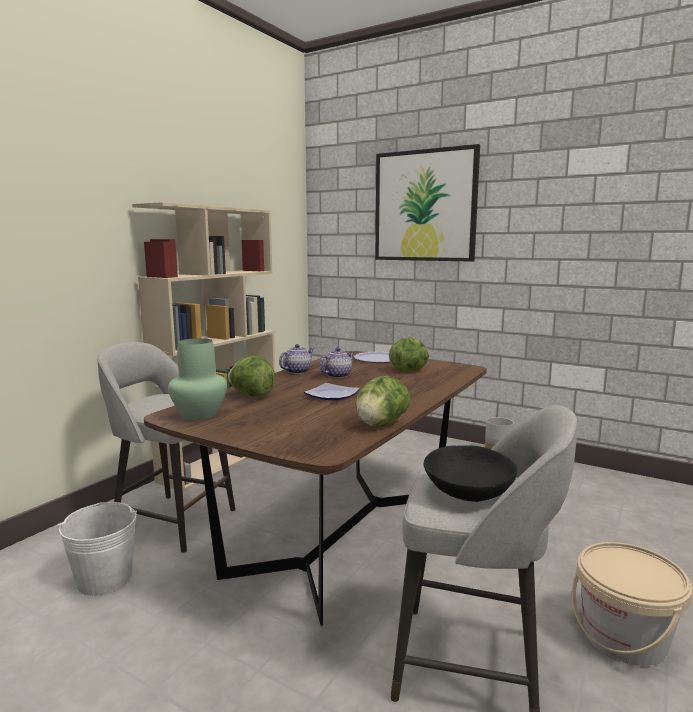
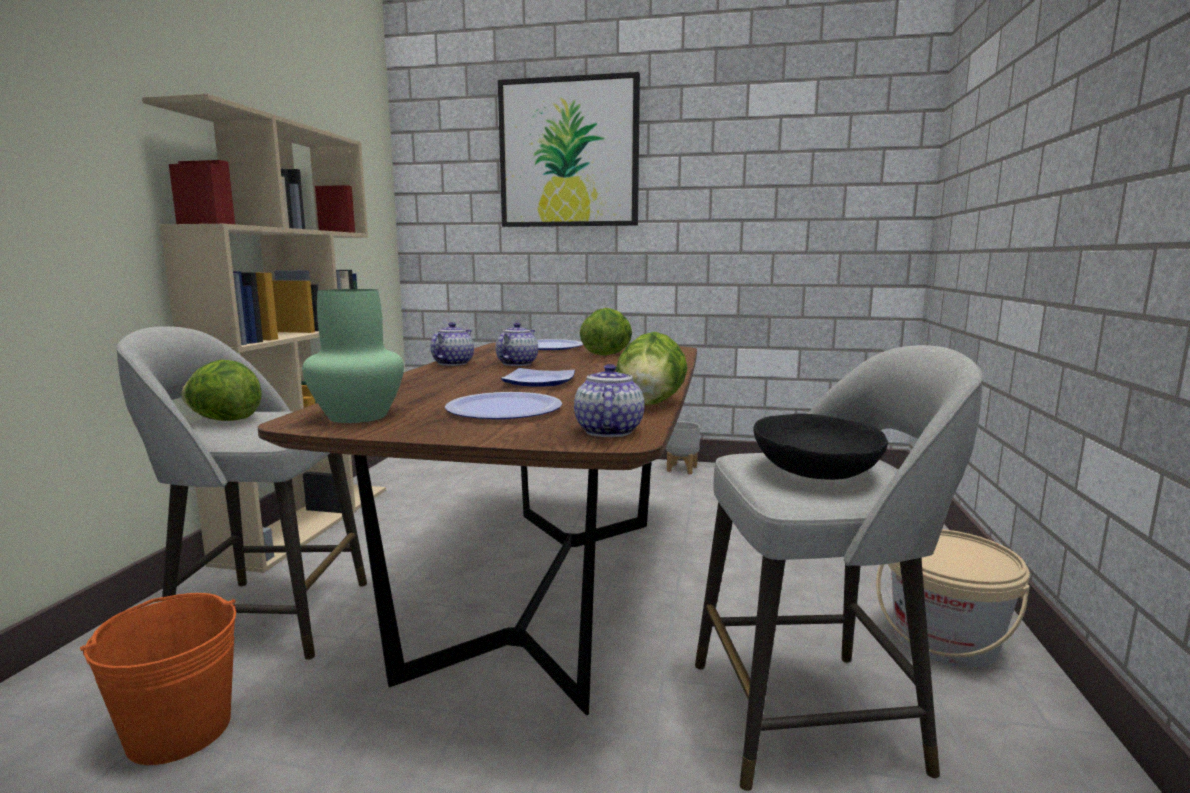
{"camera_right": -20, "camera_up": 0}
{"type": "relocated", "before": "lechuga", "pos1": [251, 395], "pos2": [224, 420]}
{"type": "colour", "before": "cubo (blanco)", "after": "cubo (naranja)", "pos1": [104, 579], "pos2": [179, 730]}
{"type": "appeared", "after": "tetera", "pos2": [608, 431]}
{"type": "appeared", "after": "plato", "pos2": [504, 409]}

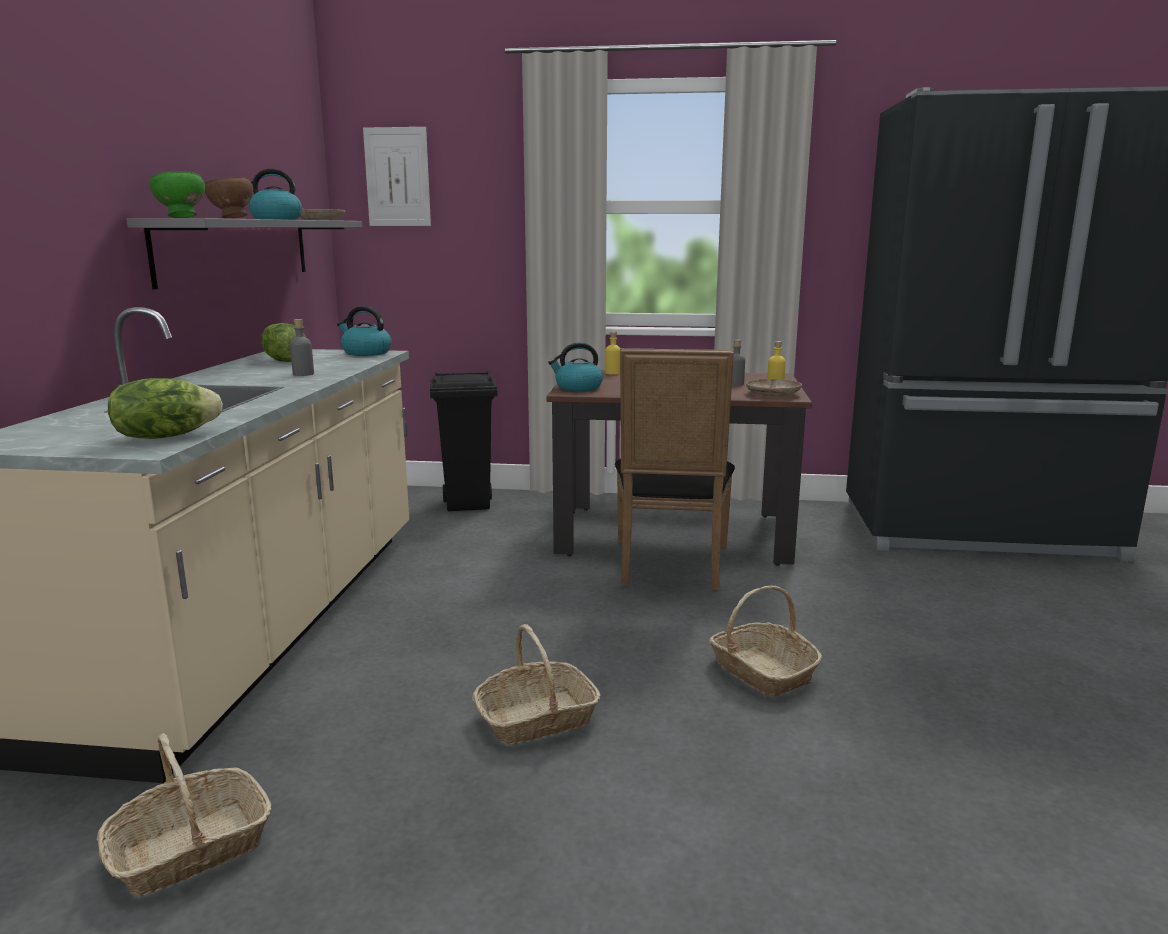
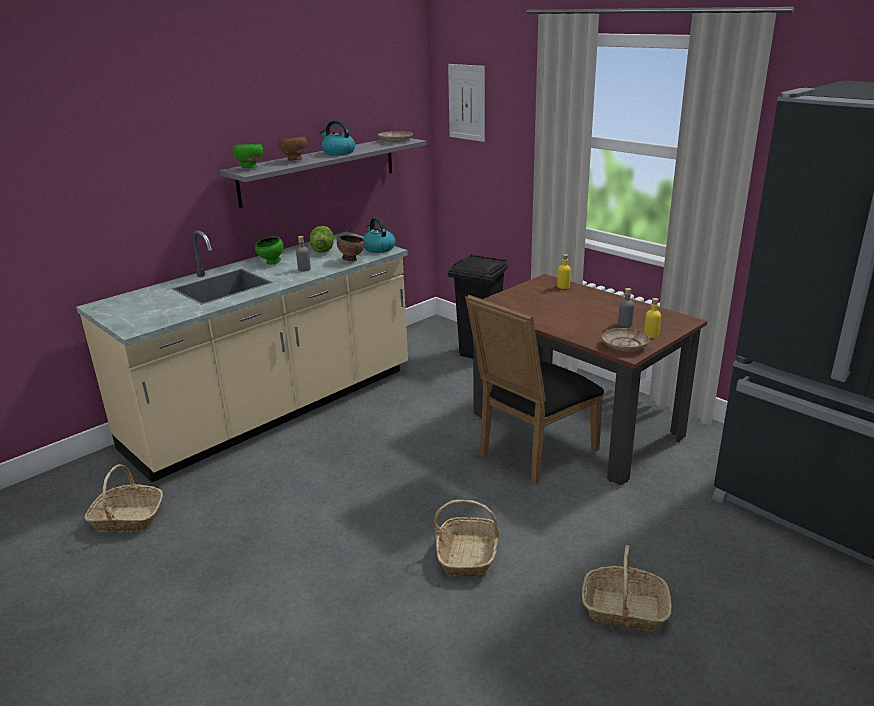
{"camera_right": 40, "camera_up": 10}
{"type": "missing", "before": "hervidor", "pos1": [578, 388]}
{"type": "missing", "before": "lechuga", "pos1": [165, 436]}
{"type": "relocated", "before": "cesta", "pos1": [536, 719], "pos2": [624, 609]}
{"type": "appeared", "after": "cuenco (marrón)", "pos2": [351, 260]}
{"type": "appeared", "after": "cuenco (verde)", "pos2": [272, 263]}

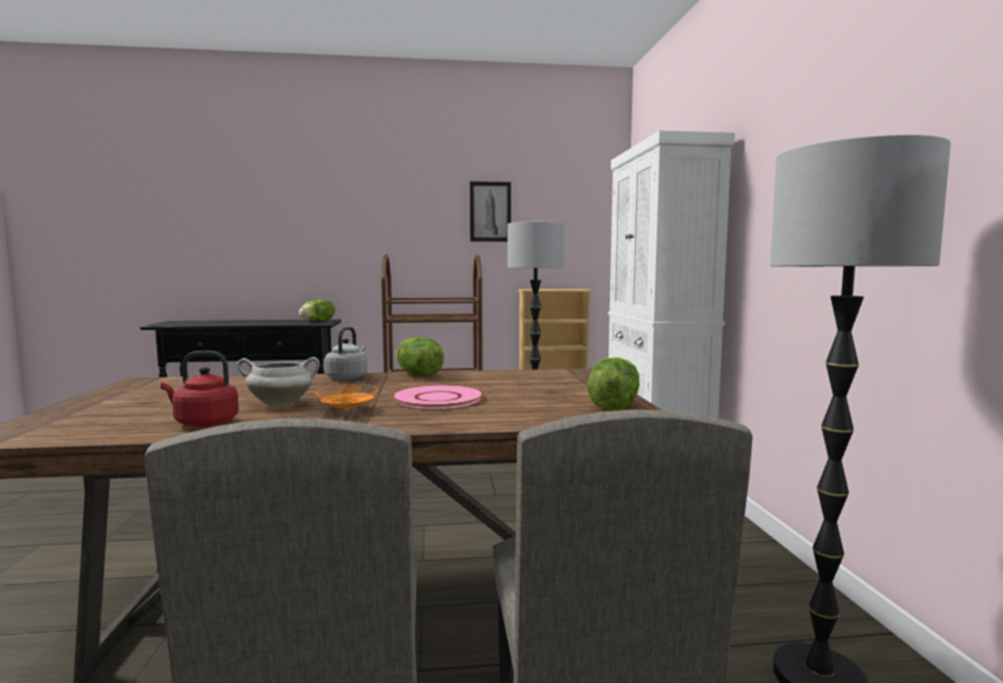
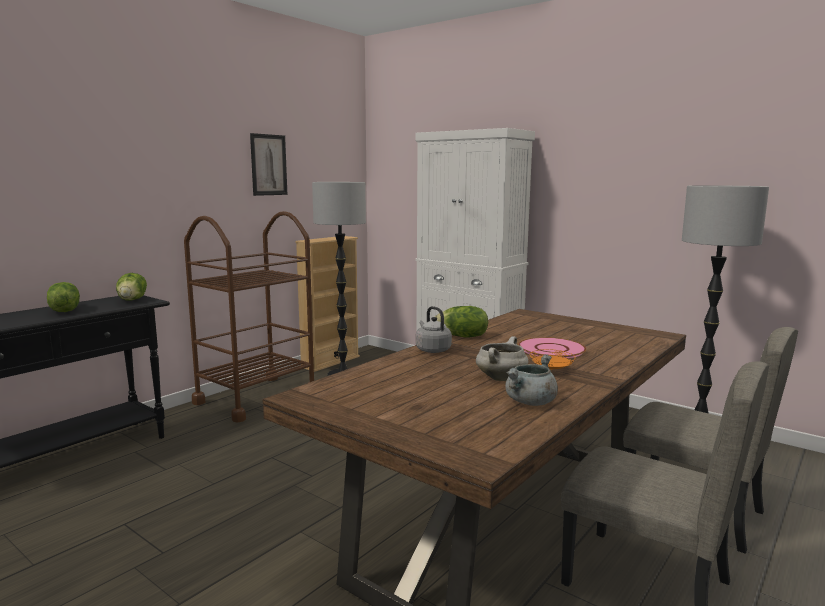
{"camera_right": -45, "camera_up": 5}
{"type": "exchanged", "before": "hervidor (rojo)", "after": "olla (gris)", "pos1": [203, 423], "pos2": [530, 402]}
{"type": "relocated", "before": "lechuga", "pos1": [612, 407], "pos2": [64, 311]}

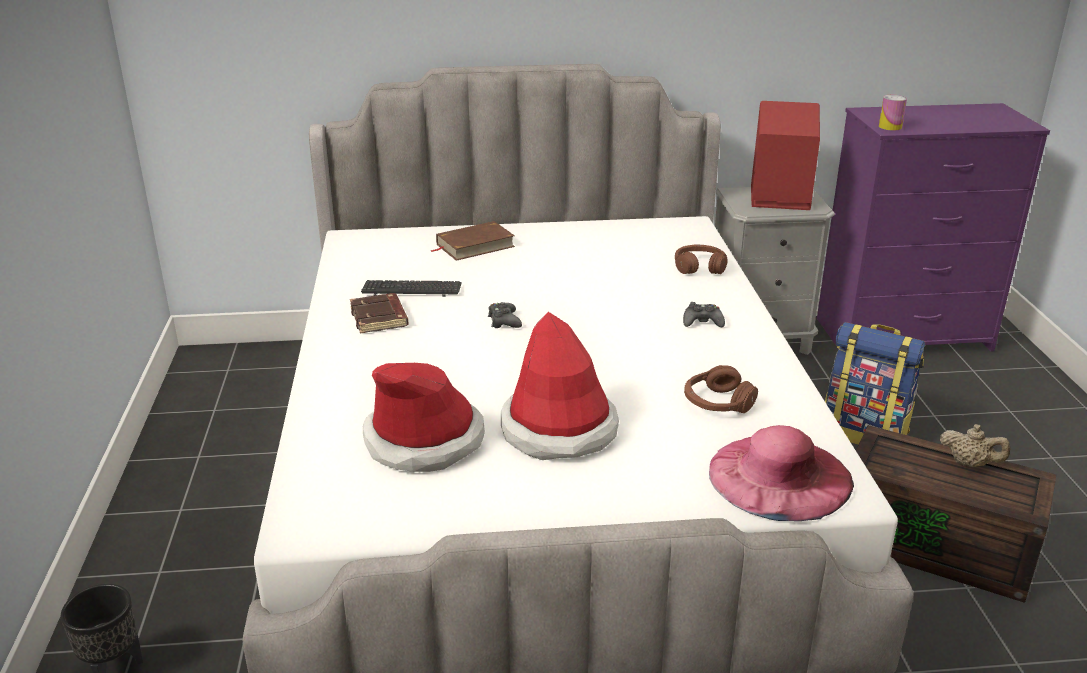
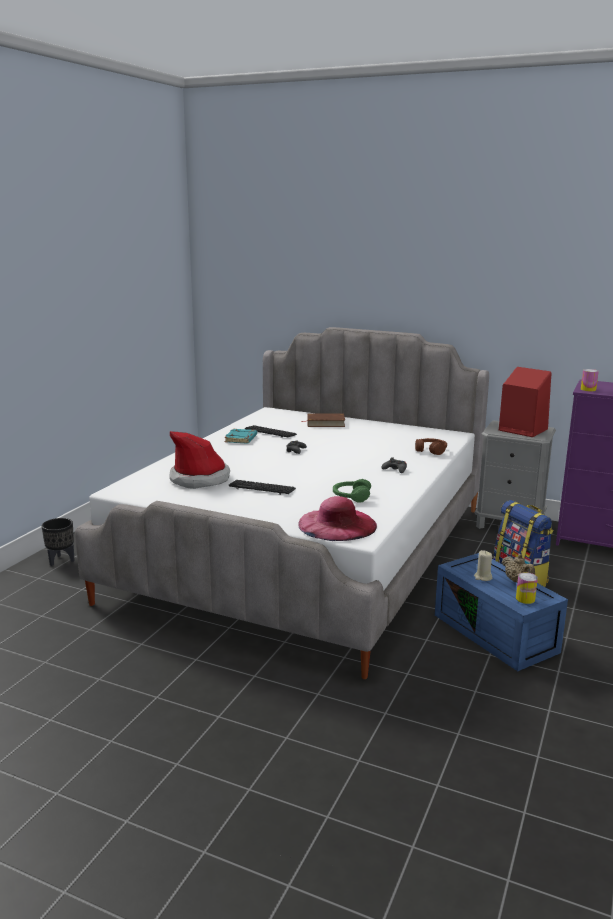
{"camera_right": 30, "camera_up": -10}
{"type": "colour", "before": "libro (marrón)", "after": "libro (turquesa)", "pos1": [380, 318], "pos2": [241, 439]}
{"type": "exchanged", "before": "sombrero", "after": "teclado", "pos1": [559, 429], "pos2": [262, 488]}
{"type": "colour", "before": "auriculares (marrón)", "after": "auriculares (verde)", "pos1": [717, 403], "pos2": [351, 497]}
{"type": "colour", "before": "caja de almacenaje (marrón)", "after": "caja de almacenaje (azul)", "pos1": [937, 544], "pos2": [497, 633]}
{"type": "appeared", "after": "vela (beis)", "pos2": [483, 577]}
{"type": "appeared", "after": "lata", "pos2": [525, 599]}

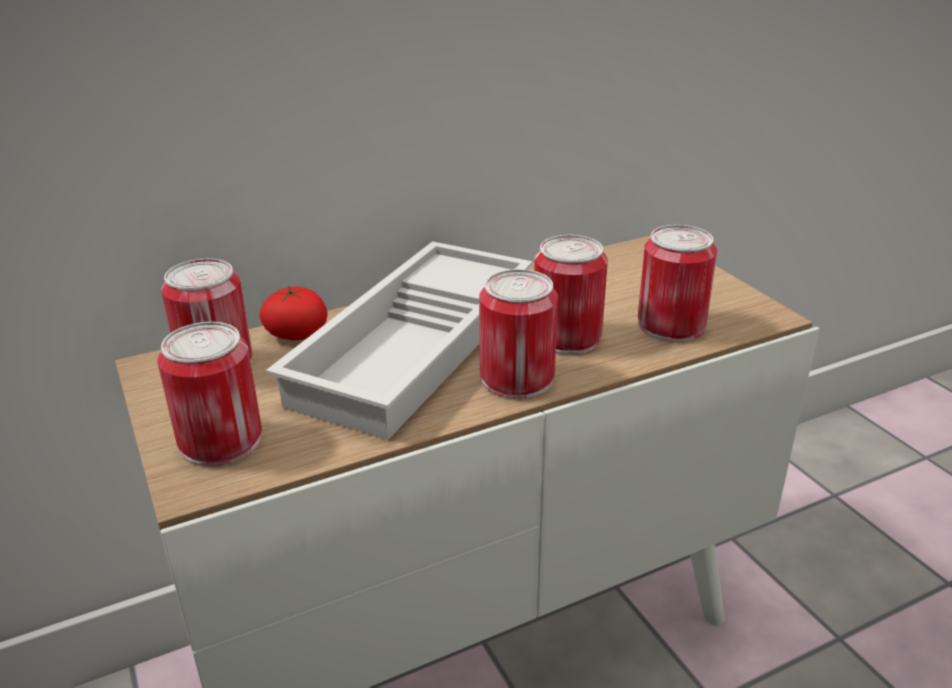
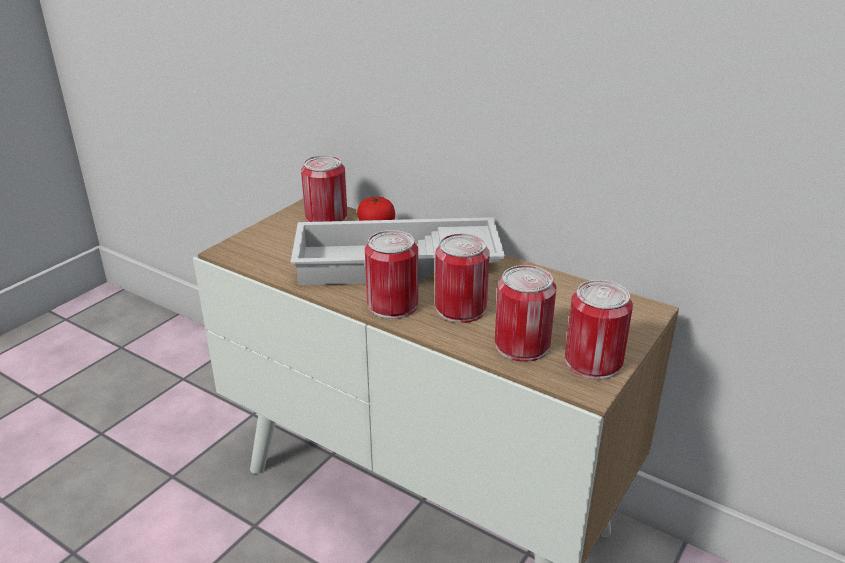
{"camera_right": 60, "camera_up": 0}
{"type": "relocated", "before": "lata", "pos1": [221, 441], "pos2": [593, 362]}

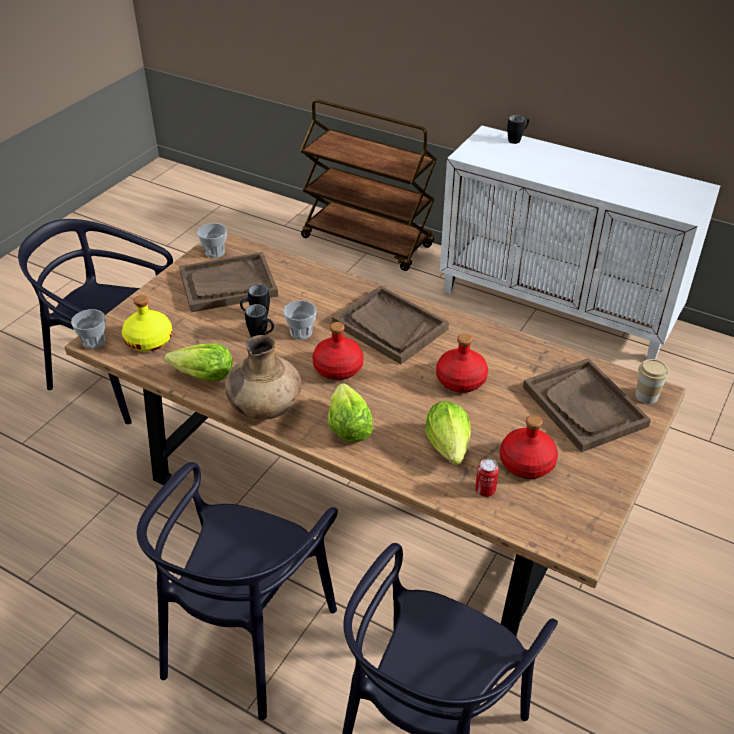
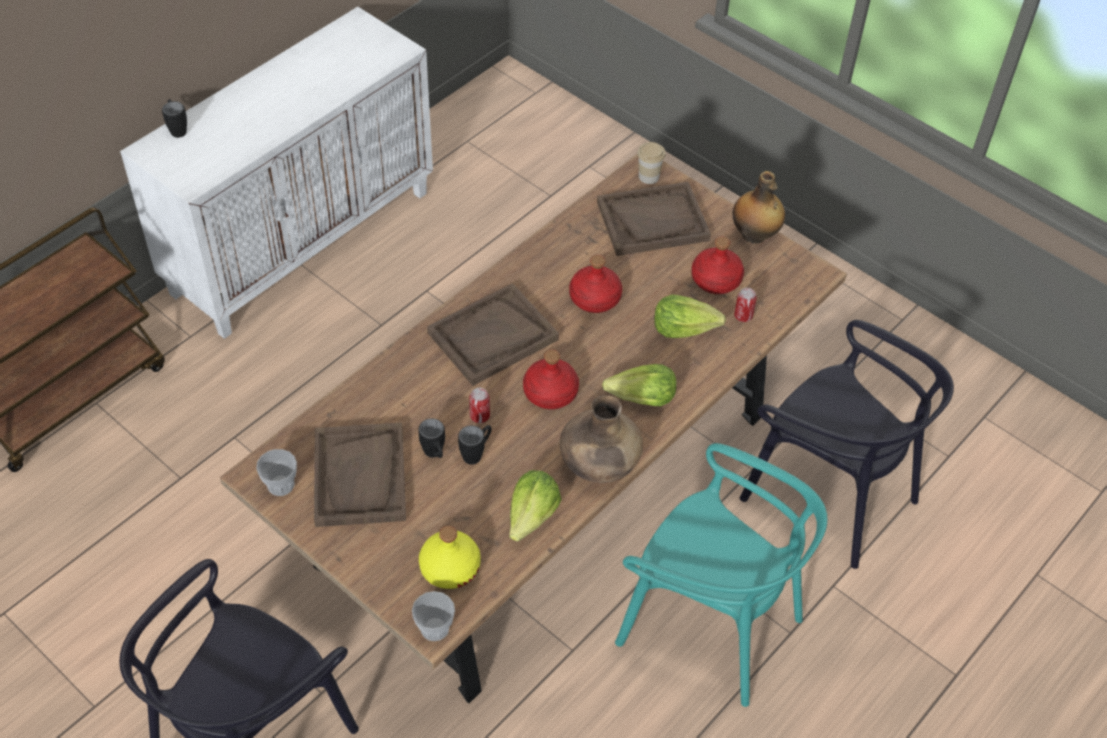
{"camera_right": -80, "camera_up": 10}
{"type": "exchanged", "before": "taza", "after": "lata", "pos1": [301, 332], "pos2": [479, 416]}
{"type": "colour", "before": "silla (negro)", "after": "silla (turquesa)", "pos1": [246, 637], "pos2": [710, 624]}
{"type": "appeared", "after": "botella", "pos2": [754, 235]}

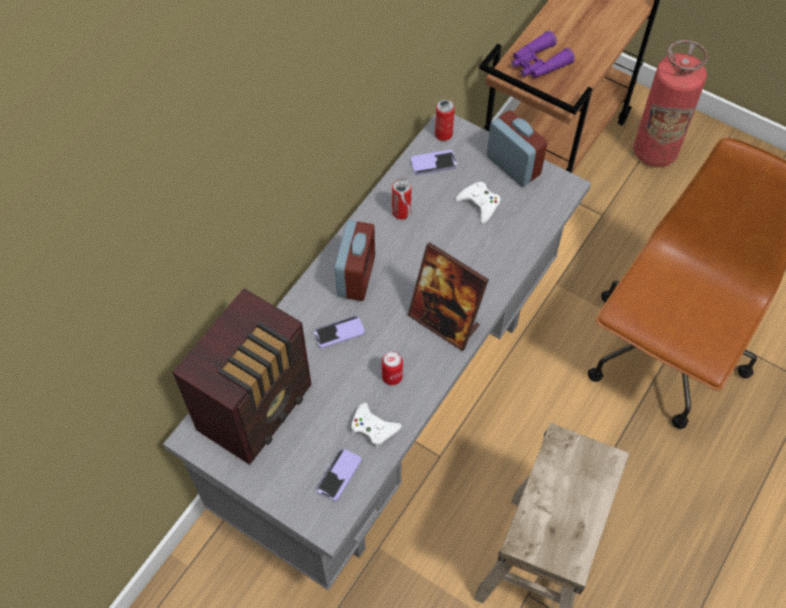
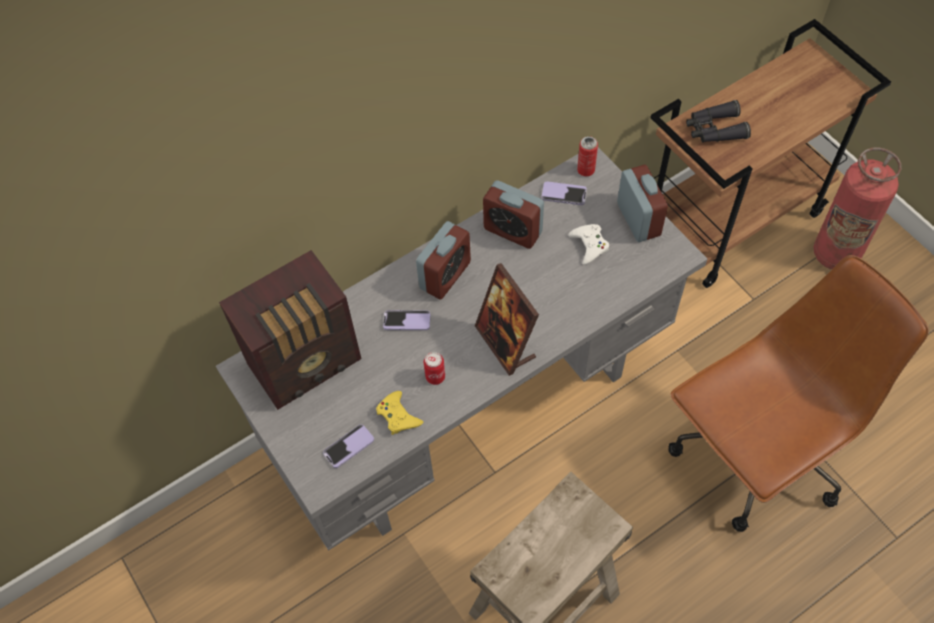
{"camera_right": 25, "camera_up": 0}
{"type": "colour", "before": "prismáticos (morado)", "after": "prismáticos (negro)", "pos1": [538, 63], "pos2": [714, 129]}
{"type": "exchanged", "before": "lata", "after": "despertador", "pos1": [401, 212], "pos2": [513, 230]}
{"type": "colour", "before": "mando de consola (blanco)", "after": "mando de consola (amarillo)", "pos1": [373, 427], "pos2": [398, 416]}

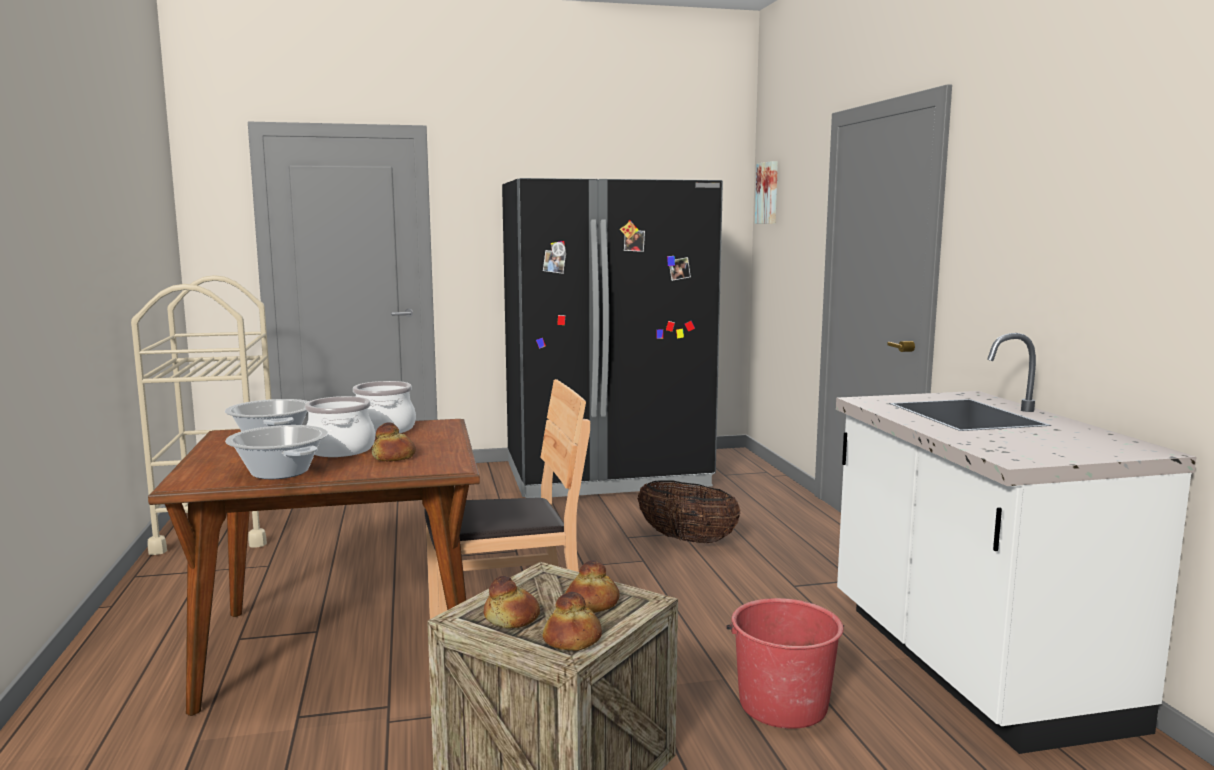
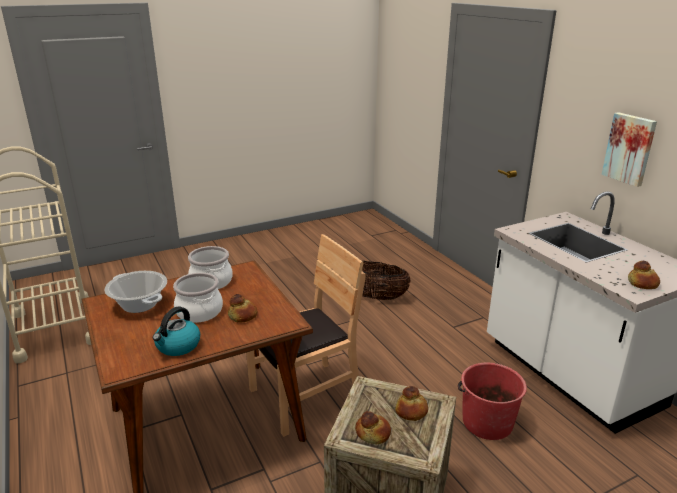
{"camera_right": -15, "camera_up": 15}
{"type": "relocated", "before": "cuadro", "pos1": [768, 193], "pos2": [630, 148]}
{"type": "missing", "before": "nevera (negro)", "pos1": [606, 475]}
{"type": "exchanged", "before": "olla", "after": "hervidor", "pos1": [280, 472], "pos2": [178, 346]}
{"type": "relocated", "before": "pan", "pos1": [573, 639], "pos2": [643, 283]}

